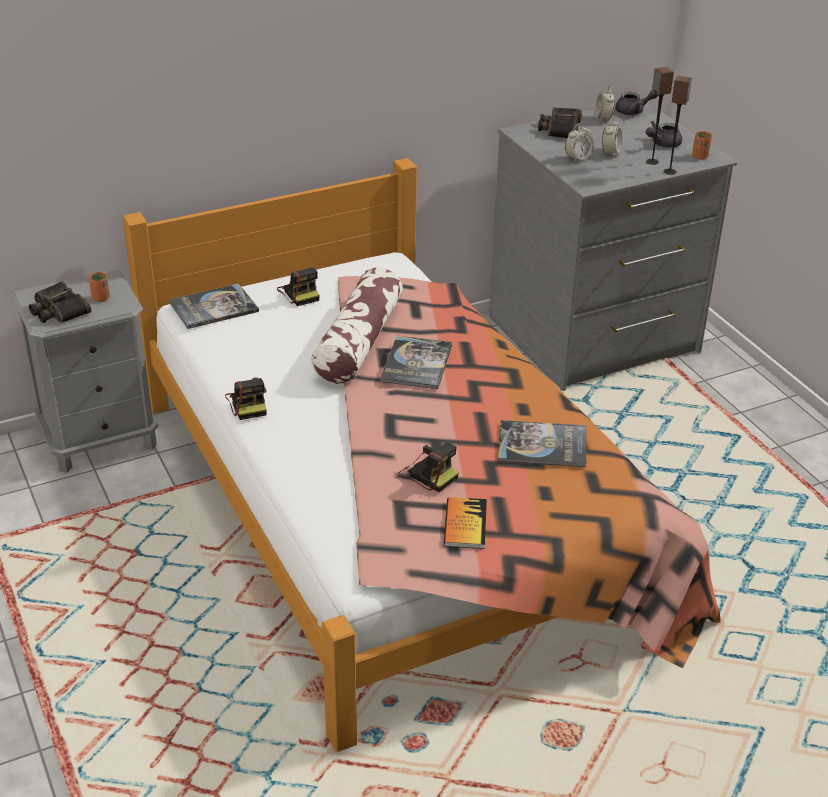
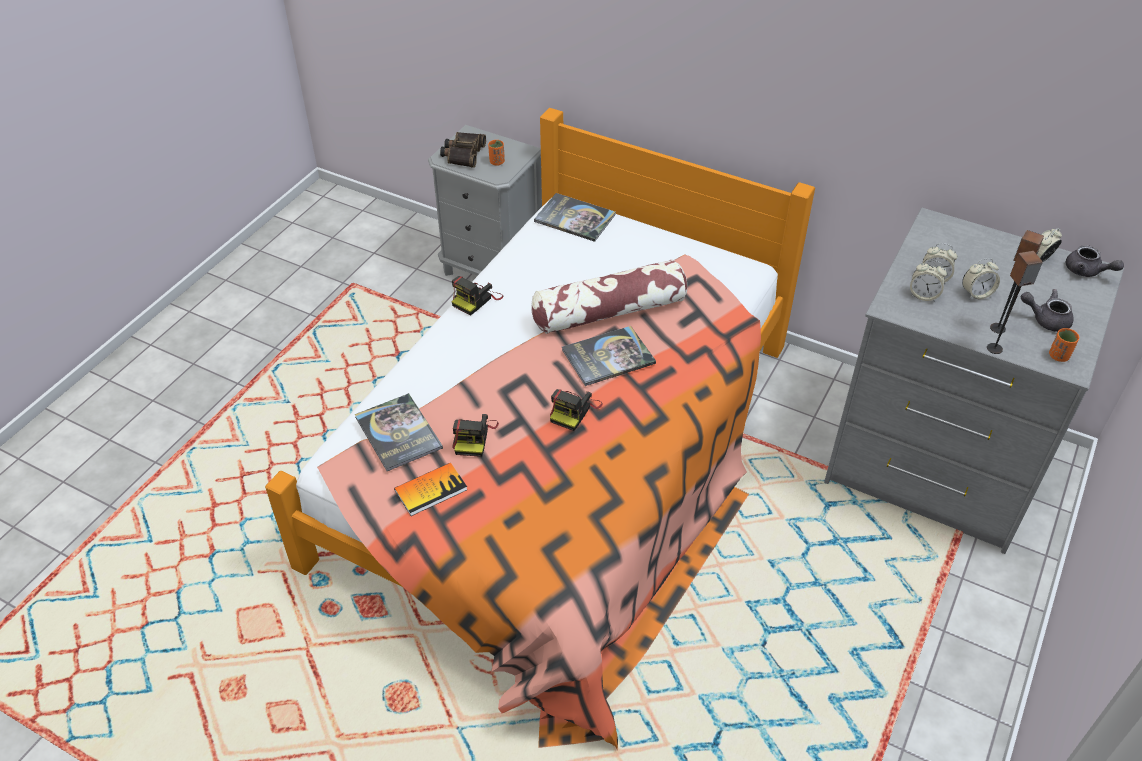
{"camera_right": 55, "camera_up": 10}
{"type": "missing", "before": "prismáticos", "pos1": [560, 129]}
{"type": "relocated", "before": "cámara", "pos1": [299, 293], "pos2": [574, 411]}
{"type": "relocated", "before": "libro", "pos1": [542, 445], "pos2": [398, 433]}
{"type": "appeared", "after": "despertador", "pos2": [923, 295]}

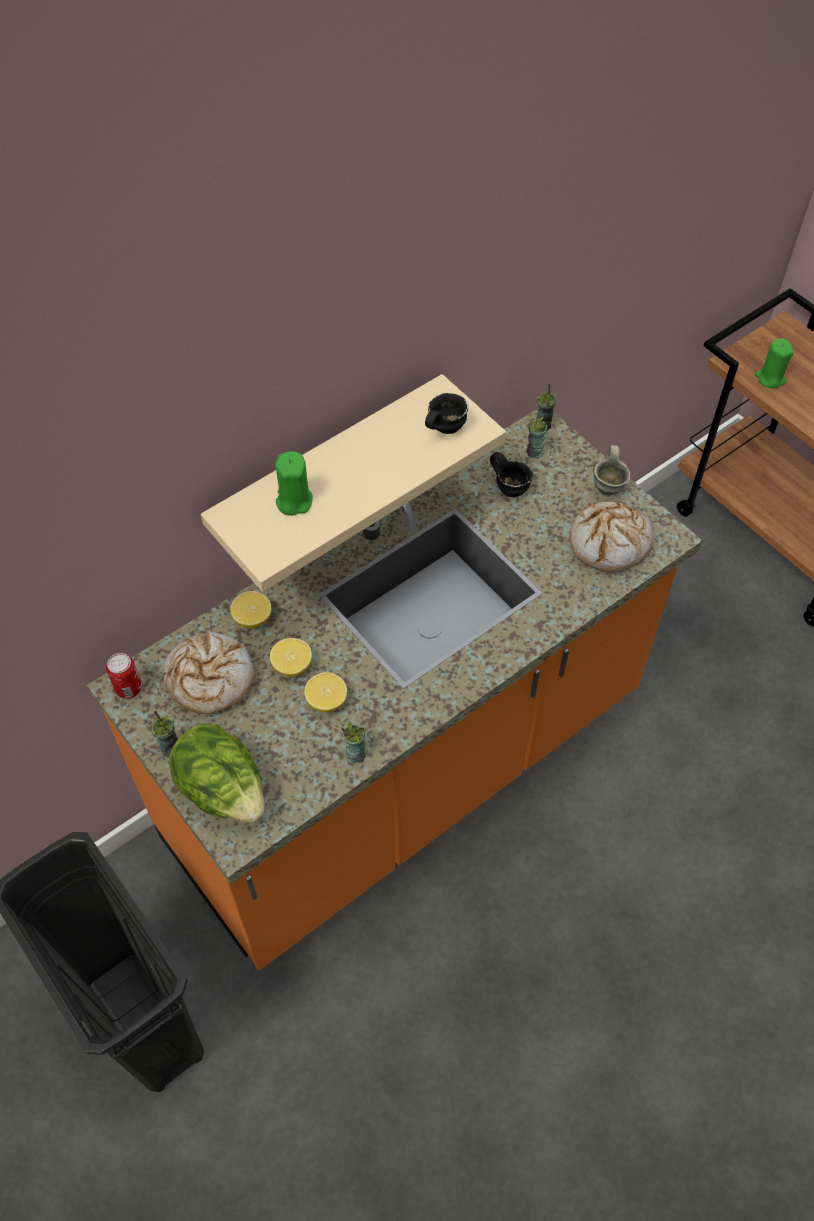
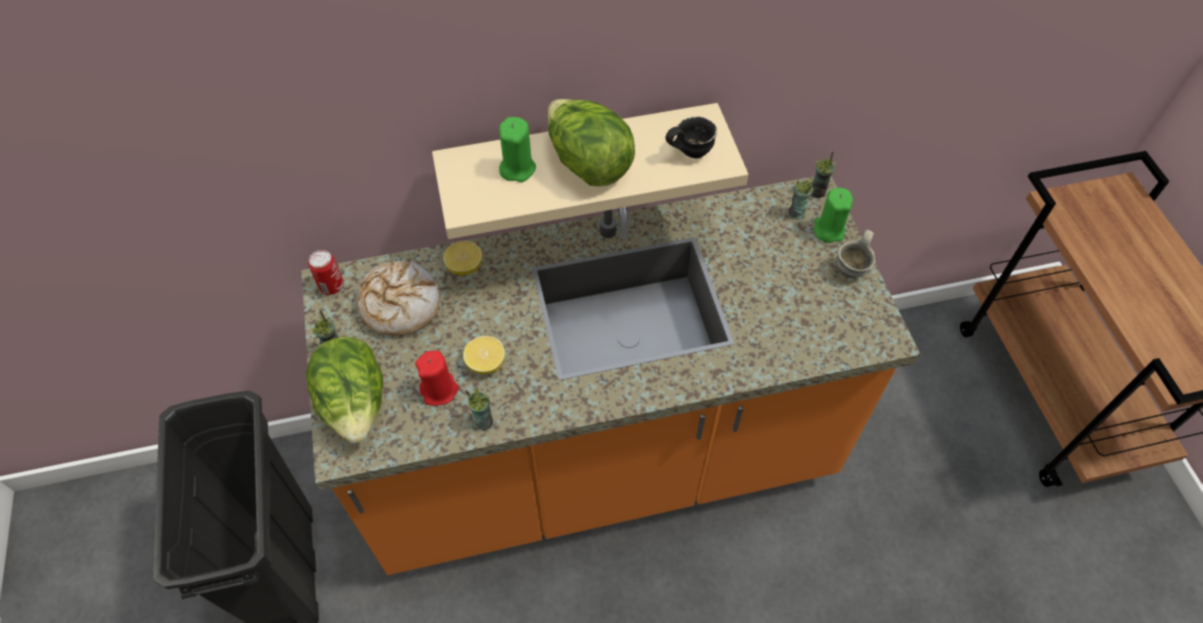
{"camera_right": 25, "camera_up": 0}
{"type": "relocated", "before": "vela (verde)", "pos1": [770, 378], "pos2": [828, 230]}
{"type": "missing", "before": "taza grande (negro)", "pos1": [510, 487]}
{"type": "missing", "before": "pan", "pos1": [609, 543]}
{"type": "missing", "before": "limón", "pos1": [292, 665]}
{"type": "appeared", "after": "lechuga", "pos2": [588, 164]}
{"type": "appeared", "after": "vela (rojo)", "pos2": [439, 390]}

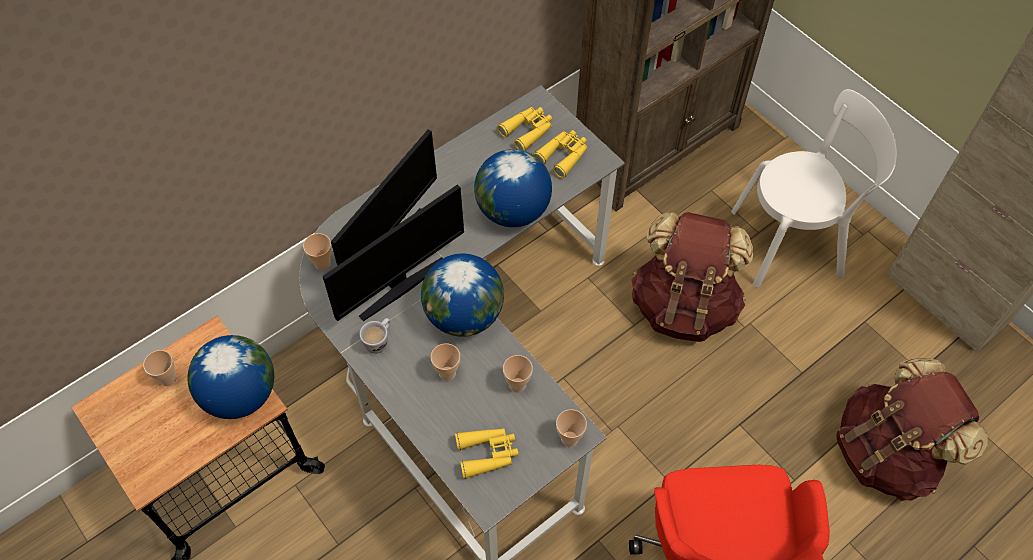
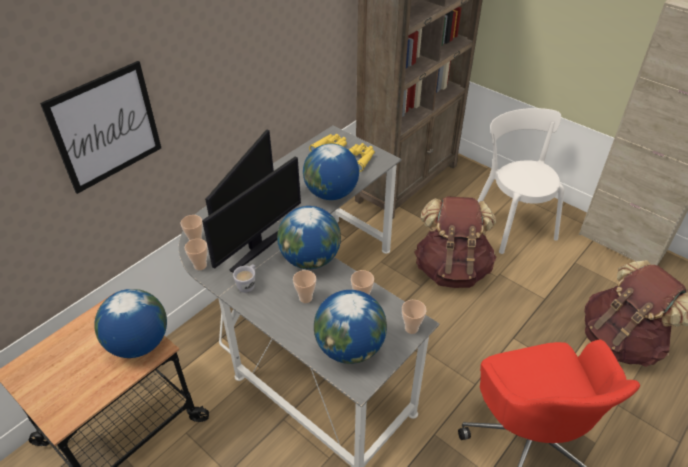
{"camera_right": -10, "camera_up": -15}
{"type": "spun", "before": "silla (blanco)", "pos1": [792, 241], "pos2": [511, 223], "turn": -90}
{"type": "relocated", "before": "taza", "pos1": [168, 379], "pos2": [200, 266]}
{"type": "exchanged", "before": "prismáticos (amarillo)", "after": "globo terráqueo", "pos1": [487, 453], "pos2": [350, 348]}
{"type": "appeared", "after": "cuadro", "pos2": [106, 127]}

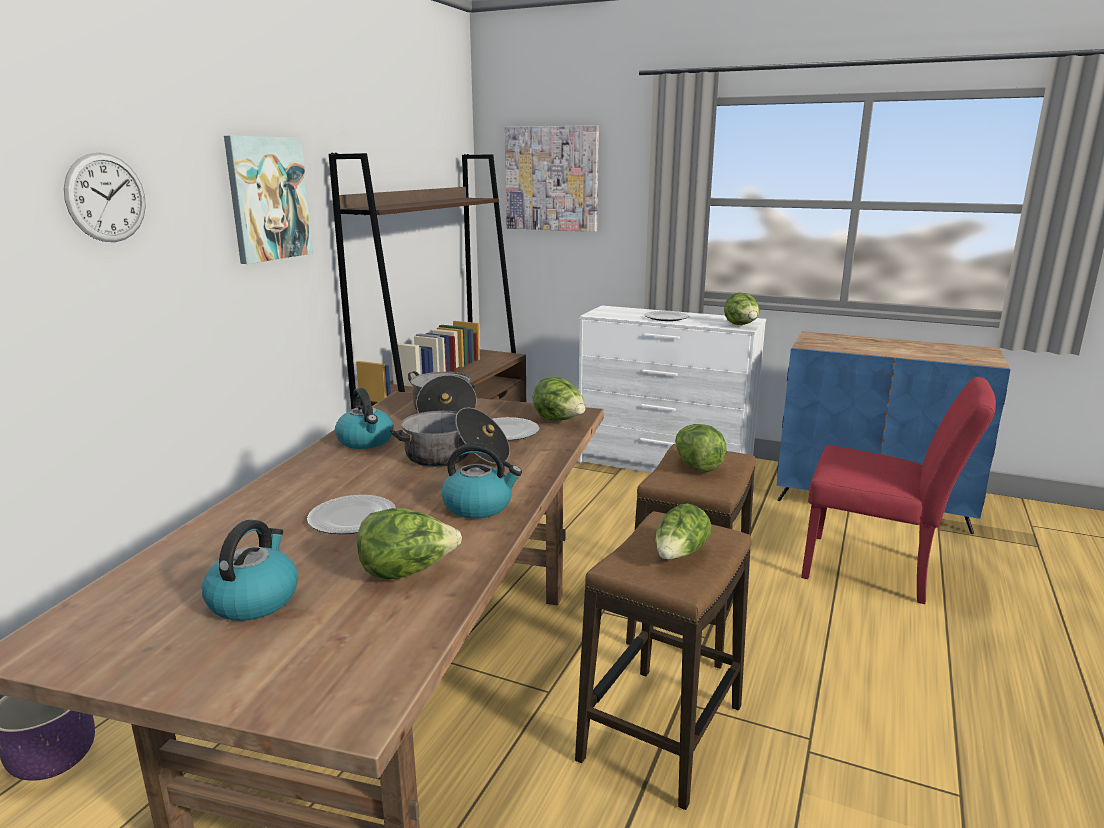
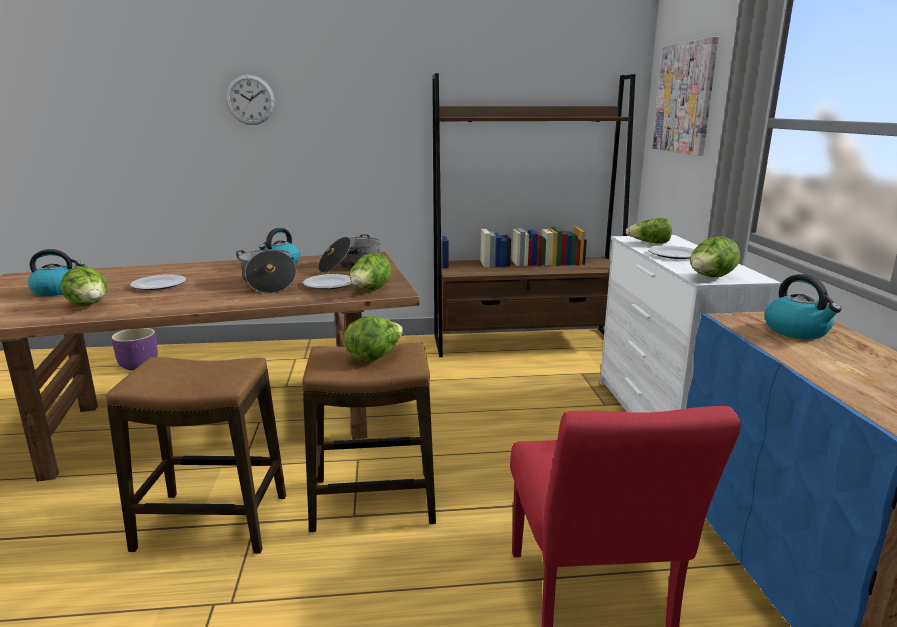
{"camera_right": 60, "camera_up": 0}
{"type": "missing", "before": "cuadro", "pos1": [268, 199]}
{"type": "relocated", "before": "hervidor", "pos1": [479, 506], "pos2": [797, 331]}
{"type": "relocated", "before": "lechuga", "pos1": [680, 555], "pos2": [649, 243]}

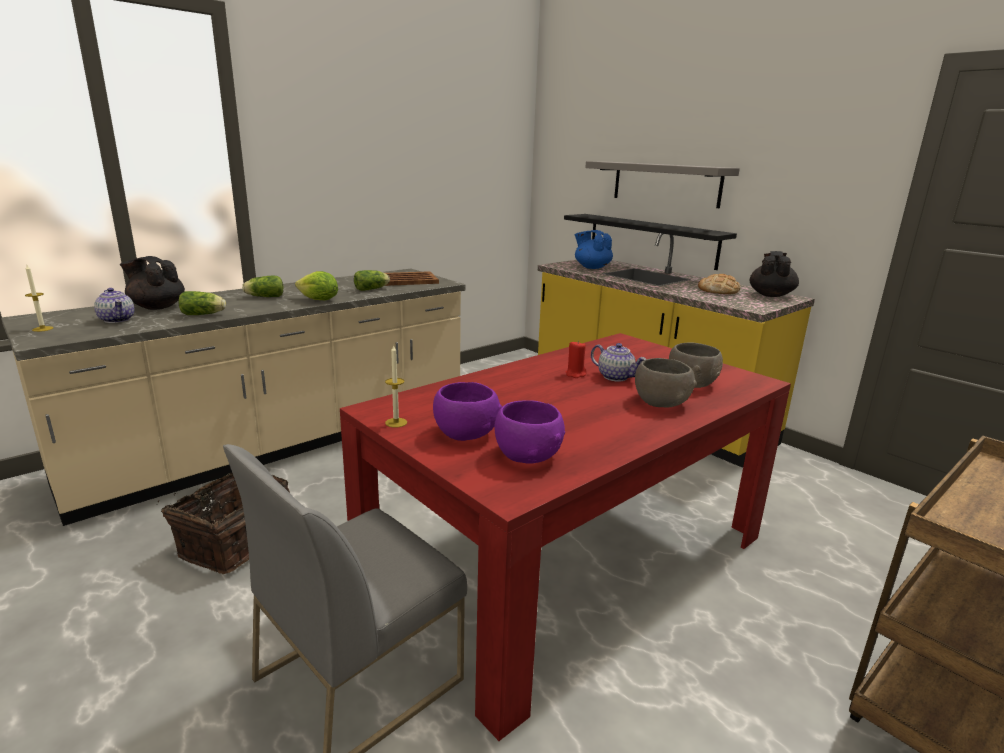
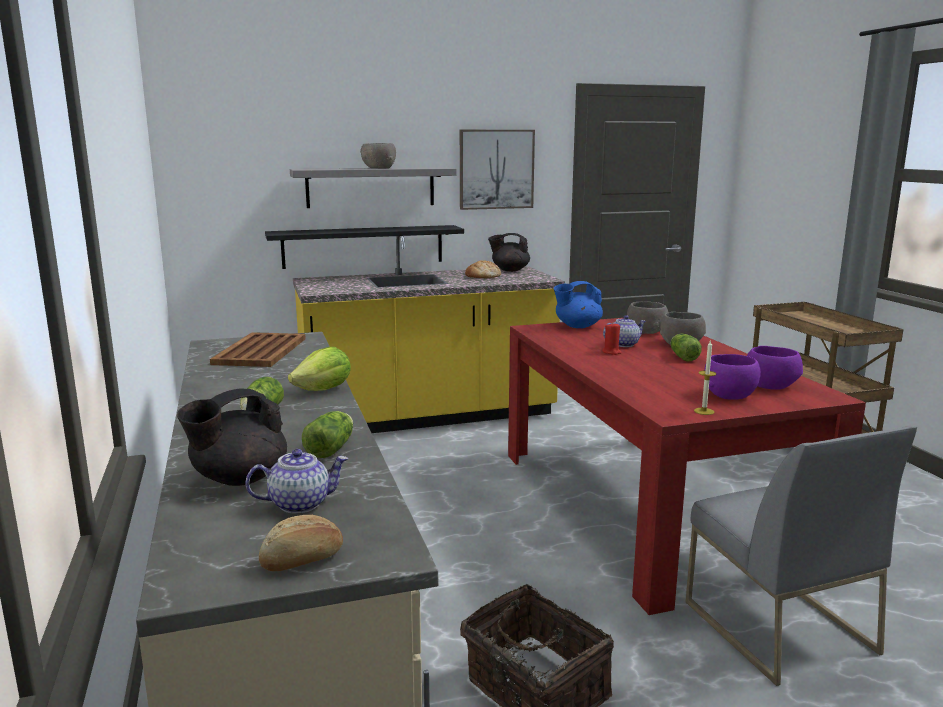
{"camera_right": -65, "camera_up": -5}
{"type": "relocated", "before": "tetera (azul)", "pos1": [592, 267], "pos2": [577, 326]}
{"type": "spun", "before": "tetera (negro)", "pos1": [770, 295], "pos2": [509, 270], "turn": -45}
{"type": "exchanged", "before": "vela", "after": "pan", "pos1": [42, 329], "pos2": [303, 560]}
{"type": "relocated", "before": "lechuga", "pos1": [372, 289], "pos2": [683, 357]}
{"type": "appeared", "after": "cuadro", "pos2": [496, 169]}
{"type": "appeared", "after": "cuenco (gris)", "pos2": [378, 168]}

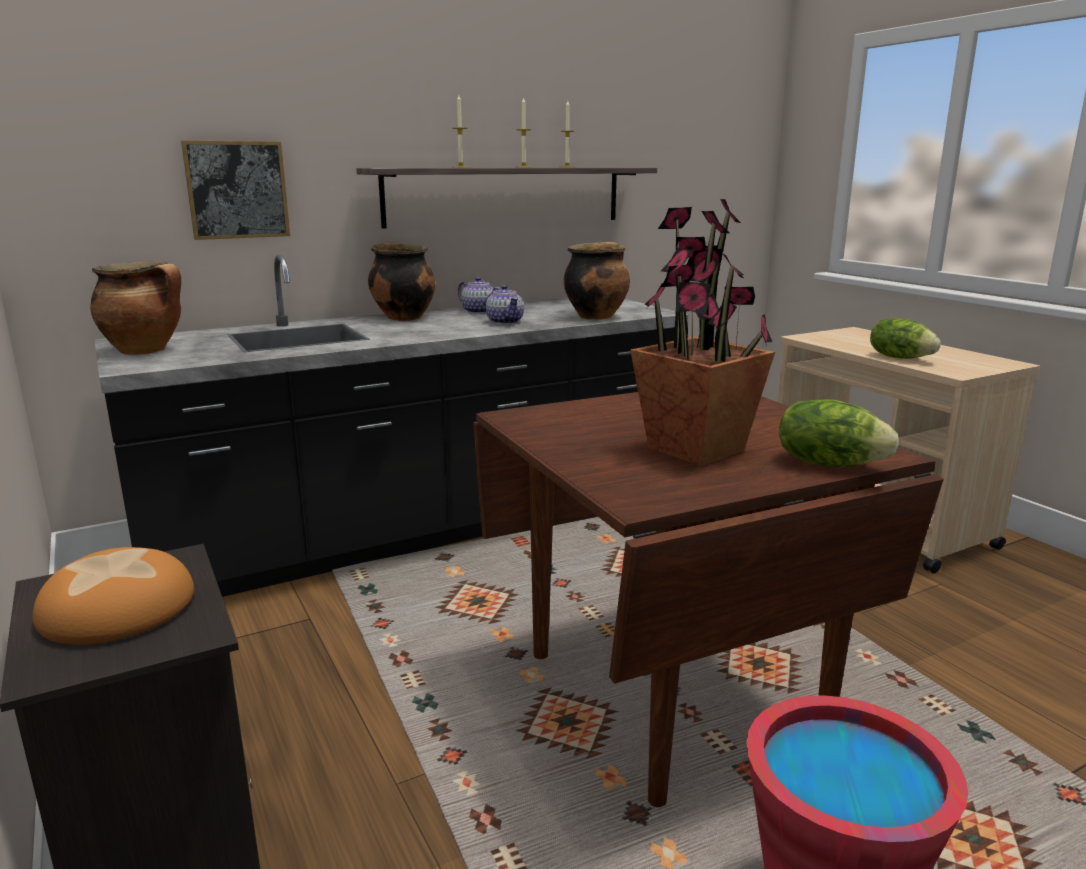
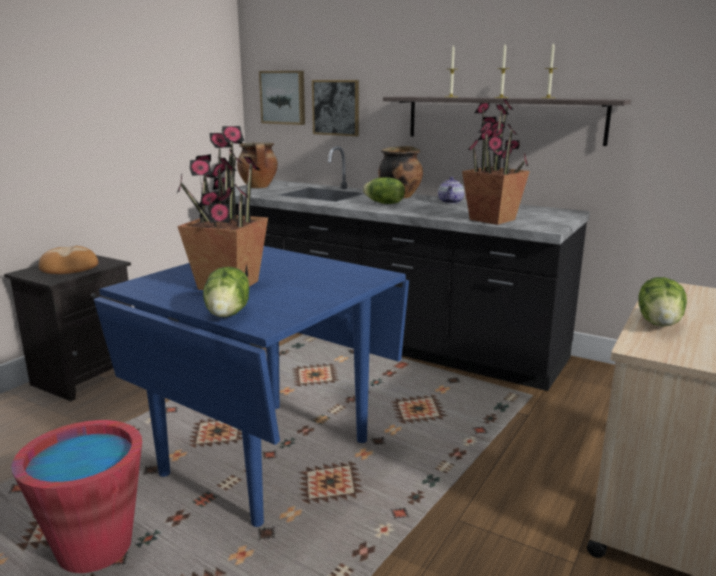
{"camera_right": 60, "camera_up": 0}
{"type": "exchanged", "before": "olla", "after": "planta en maceta", "pos1": [596, 316], "pos2": [492, 220]}
{"type": "missing", "before": "tetera", "pos1": [505, 322]}
{"type": "colour", "before": "mesa de comedor (marrón)", "after": "mesa de comedor (azul)", "pos1": [668, 696], "pos2": [266, 456]}
{"type": "appeared", "after": "cuadro", "pos2": [283, 97]}
{"type": "appeared", "after": "lechuga", "pos2": [384, 203]}

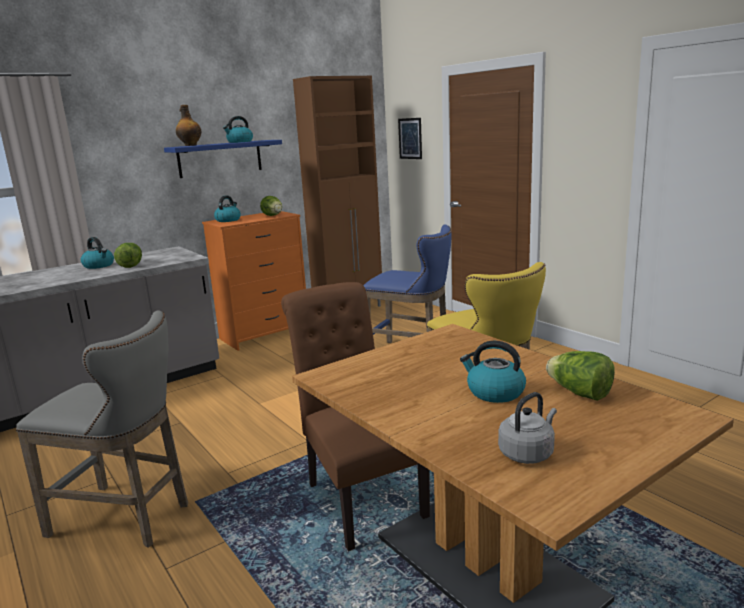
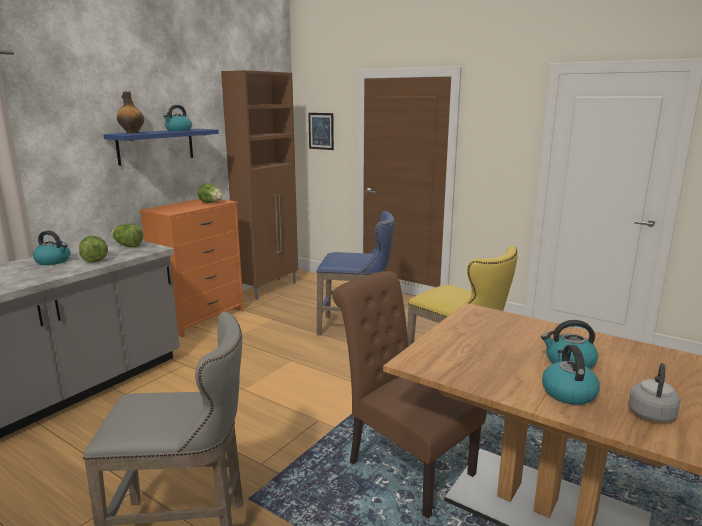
{"camera_right": -20, "camera_up": 0}
{"type": "relocated", "before": "hervidor", "pos1": [228, 220], "pos2": [568, 392]}
{"type": "relocated", "before": "lechuga", "pos1": [579, 393], "pos2": [128, 246]}

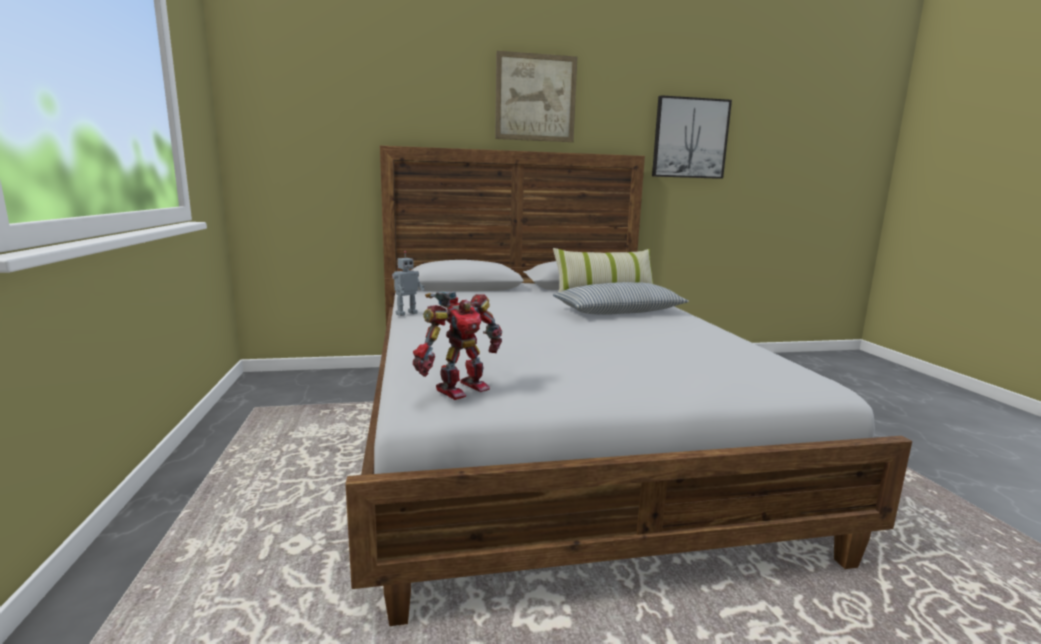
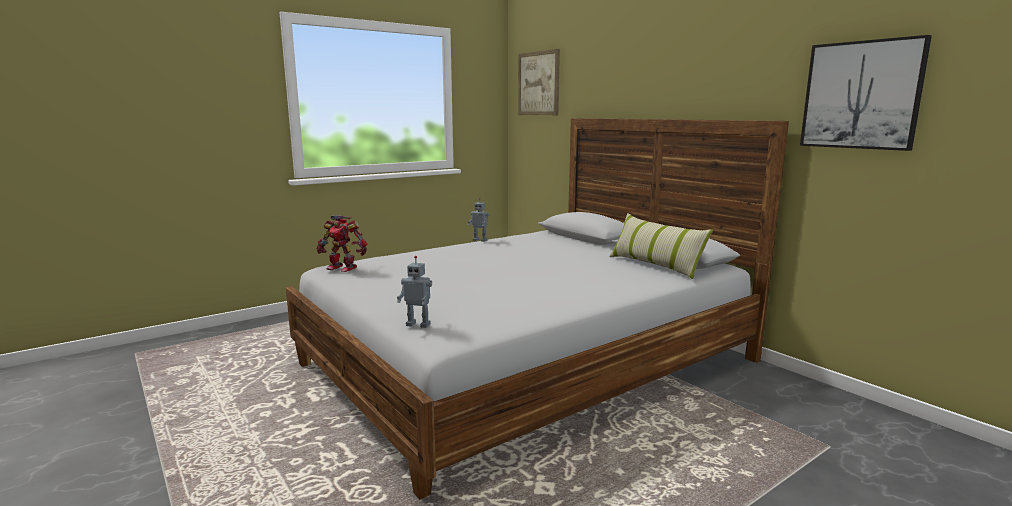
{"camera_right": 65, "camera_up": 0}
{"type": "relocated", "before": "cuadro", "pos1": [535, 98], "pos2": [538, 83]}
{"type": "missing", "before": "cojín", "pos1": [619, 312]}
{"type": "appeared", "after": "robot de juguete", "pos2": [419, 324]}

